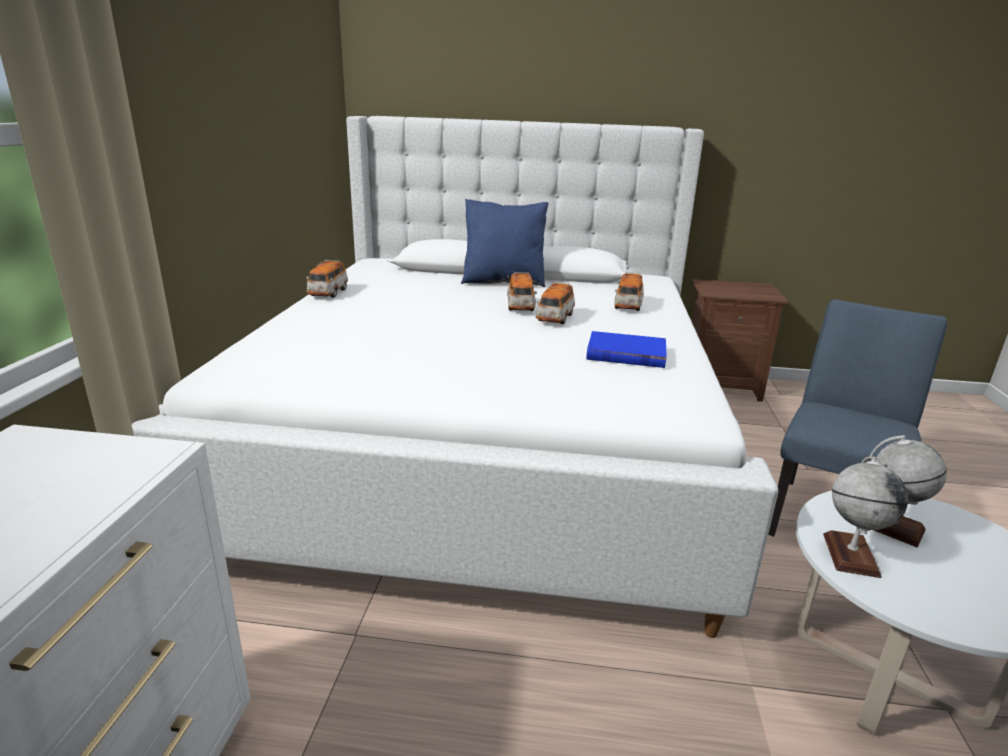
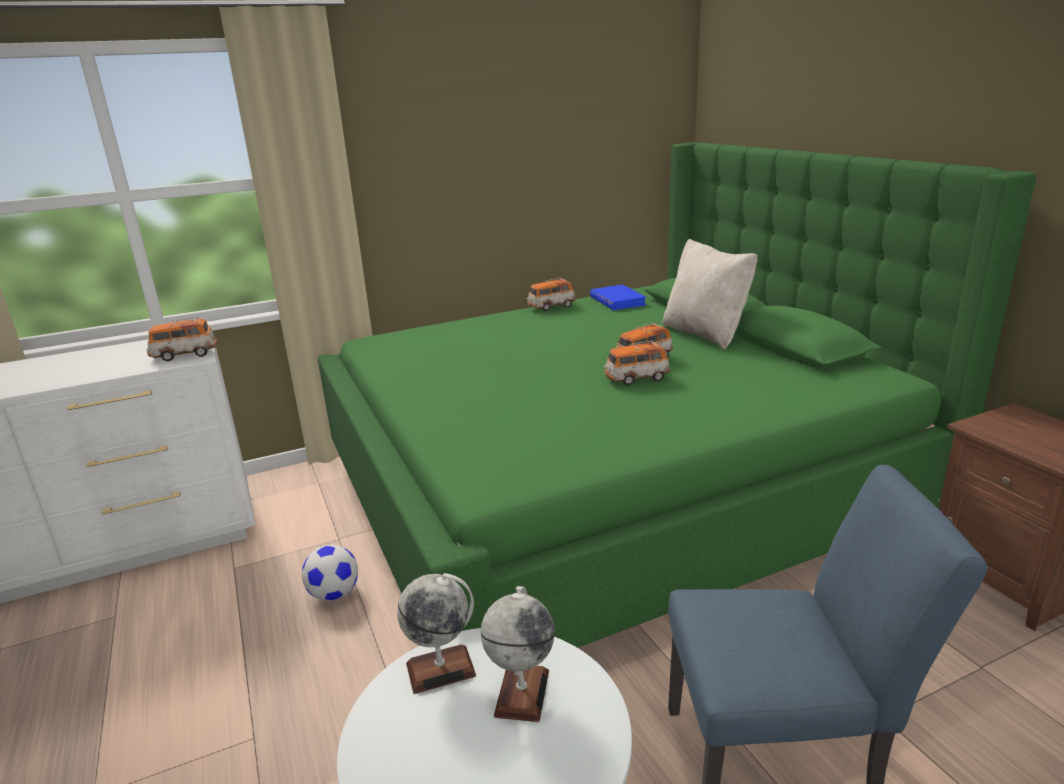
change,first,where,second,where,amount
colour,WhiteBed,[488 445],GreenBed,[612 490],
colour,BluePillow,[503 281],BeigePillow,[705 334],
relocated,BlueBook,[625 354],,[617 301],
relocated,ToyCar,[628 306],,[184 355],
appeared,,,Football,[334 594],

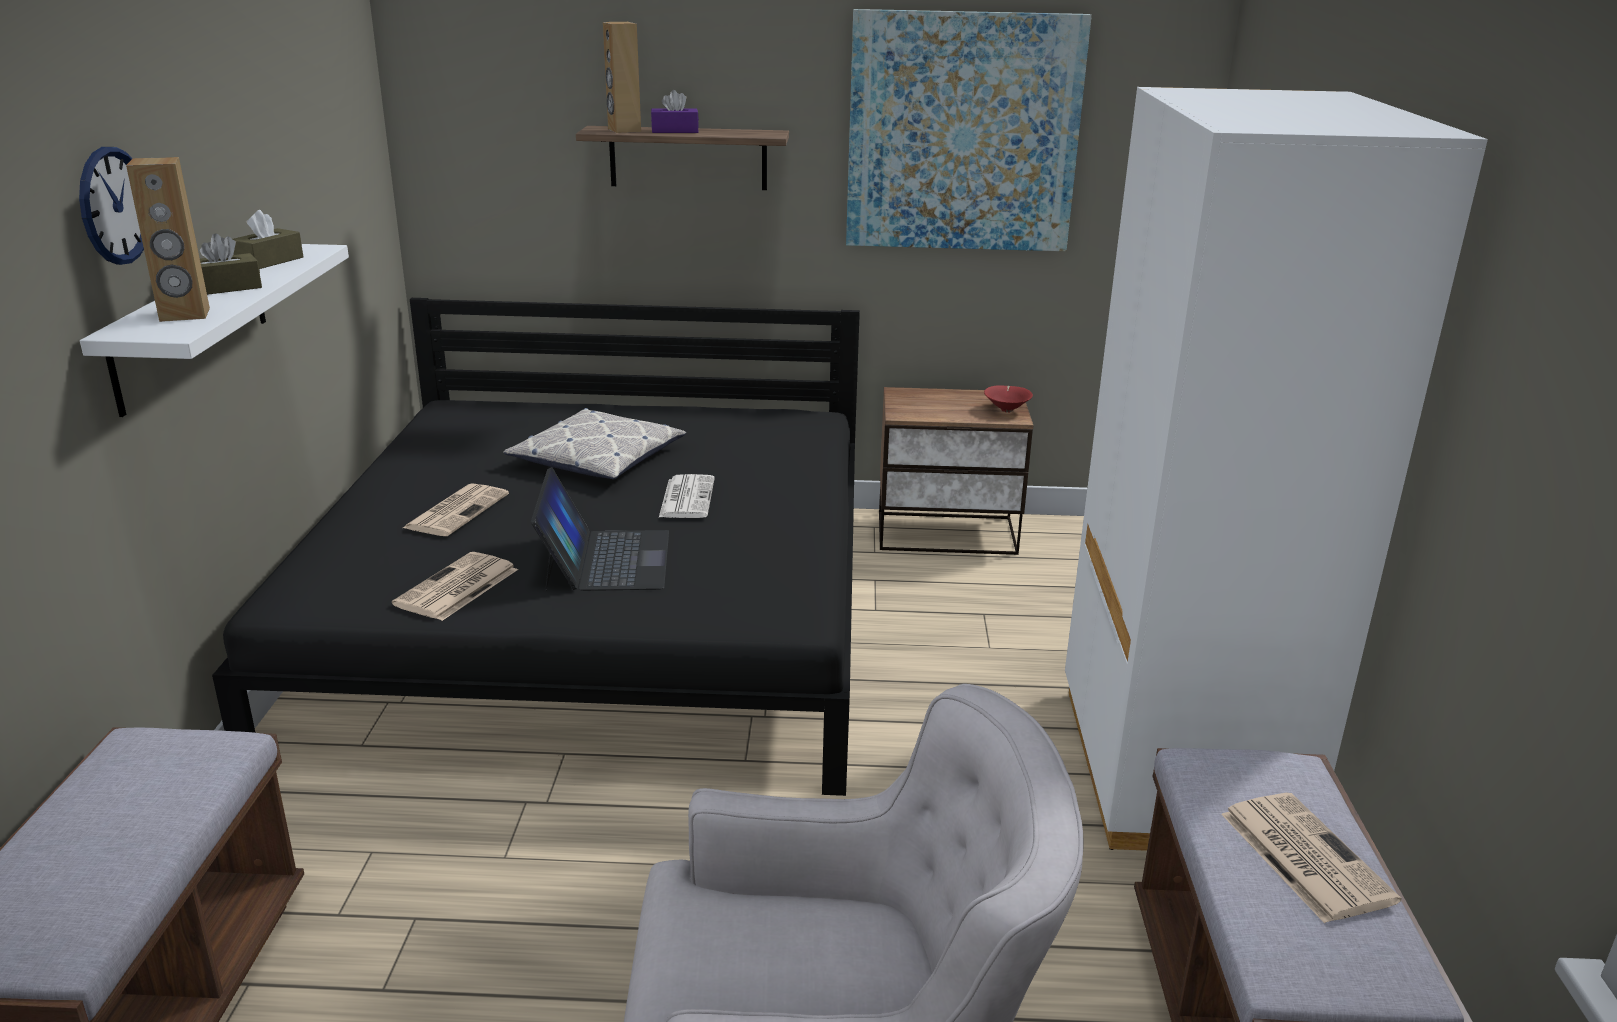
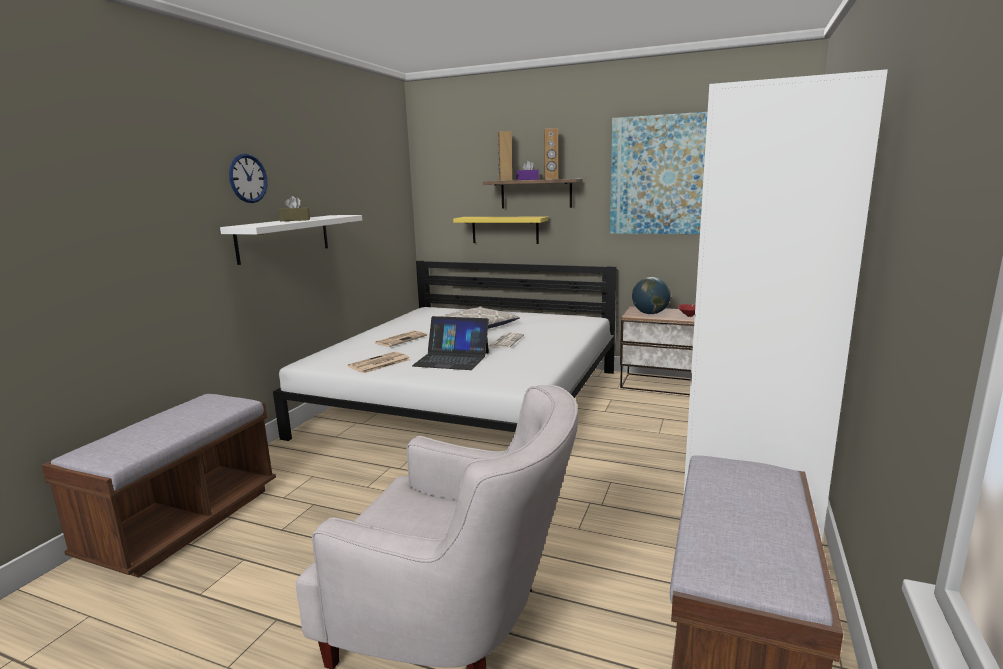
change,first,where,second,where,amount
relocated,BrownSpeaker,[184 315],,[551 179],
colour,BlackBed,[602 617],WhiteBed,[468 401],
missing,BrownTissueBox,[269 261],,,
spun,Laptop,[606 560],,[452 359],90 degrees clockwise
missing,Newspaper,[1303 855],,,
appeared,,,YellowShelf,[505 230],
appeared,,,Globe,[650 313],

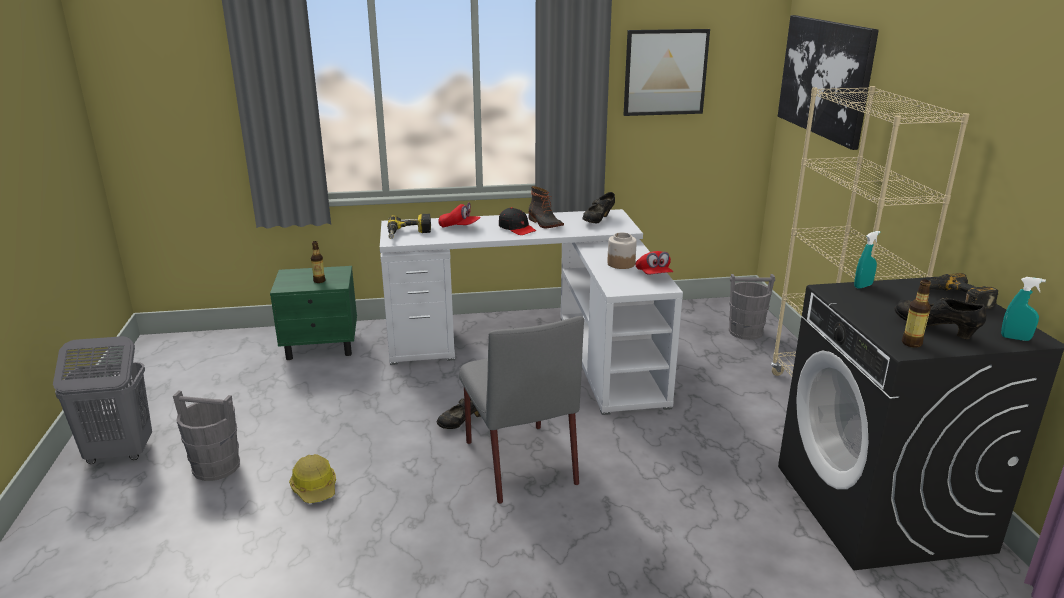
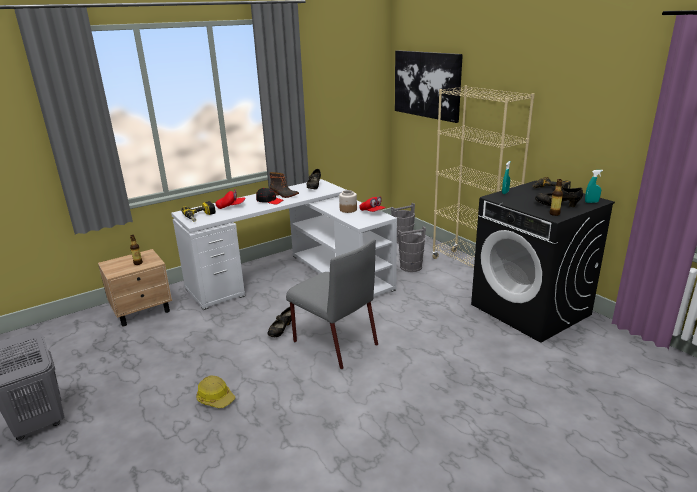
change,first,where,second,where,amount
relocated,GreyBucket,[216 466],,[410 267],
colour,GreenNightstand,[322 346],BeigeNightstand,[143 311],
missing,Picture,[665 72],,,

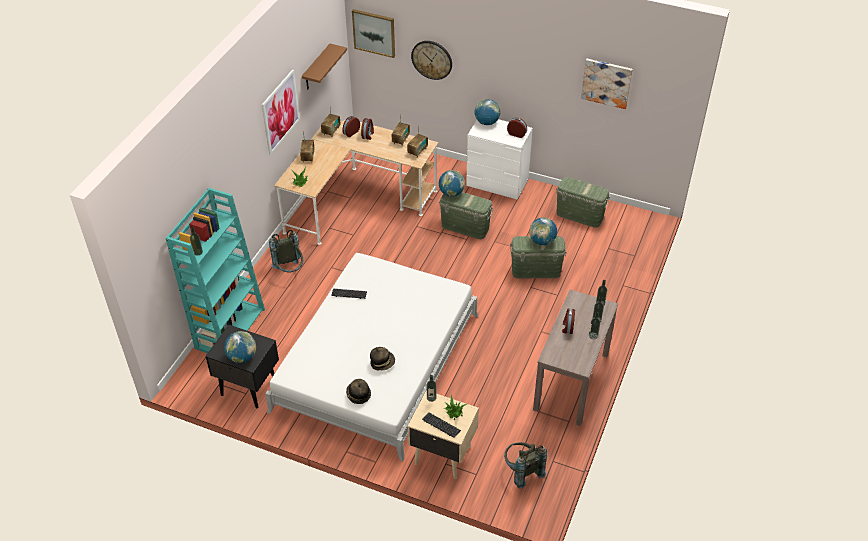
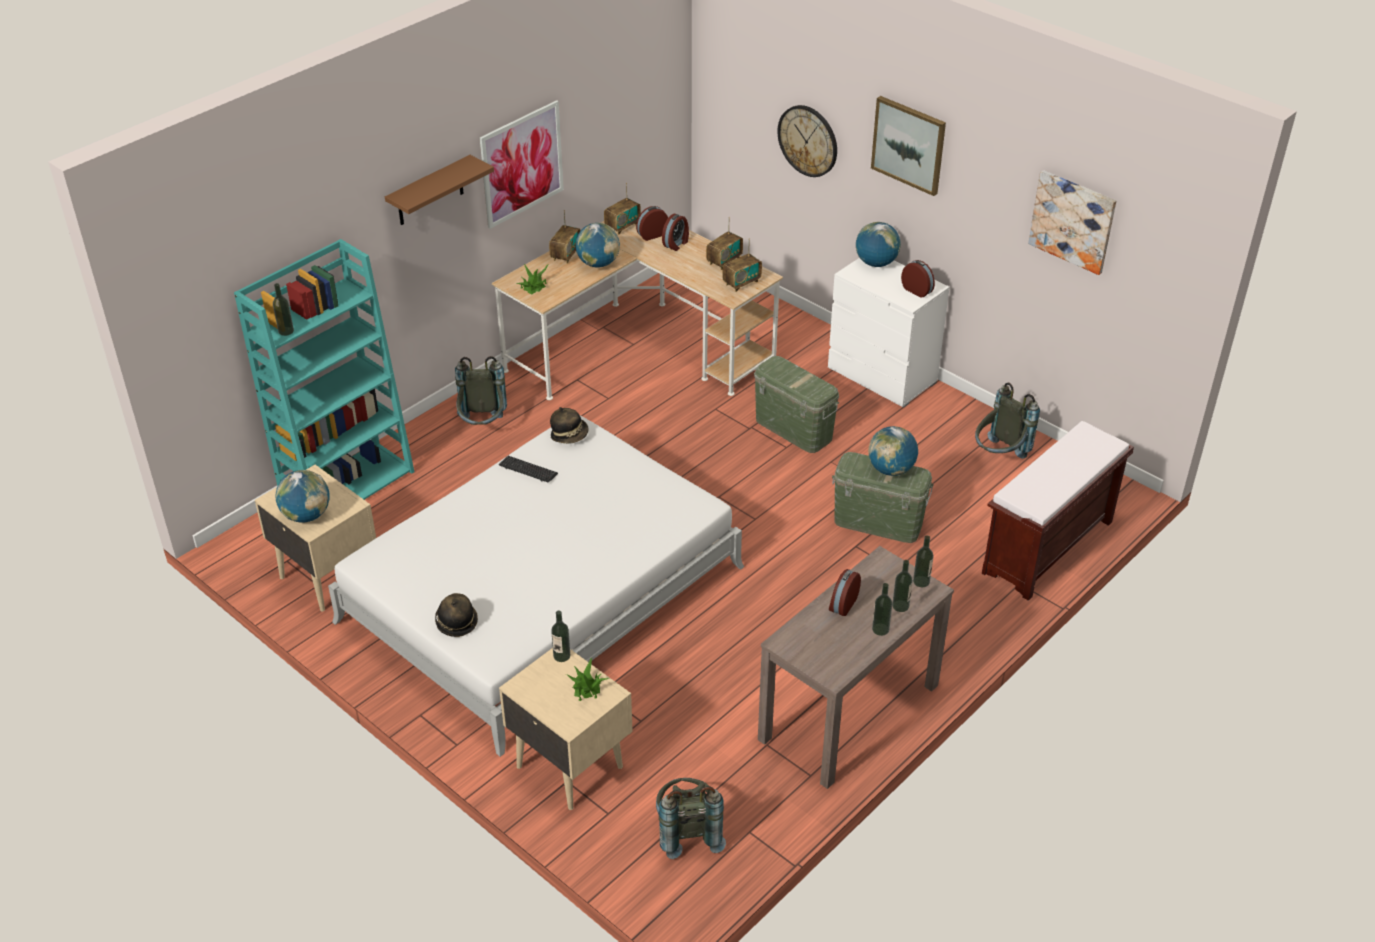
change,first,where,second,where,amount
colour,BlackNightstand,[248 386],BeigeNightstand,[326 576],
relocated,BrownShelf,[316 68],,[430 191],
relocated,Picture,[374 32],,[909 144],
relocated,Hat,[382 362],,[569 435],
missing,Keyboard,[441 425],,,
relocated,Globe,[451 193],,[598 264],
exchanged,GreenStorageBox,[580 215],GreyBackpack,[999 456],
appeared,,,BrownBench,[1047 548],

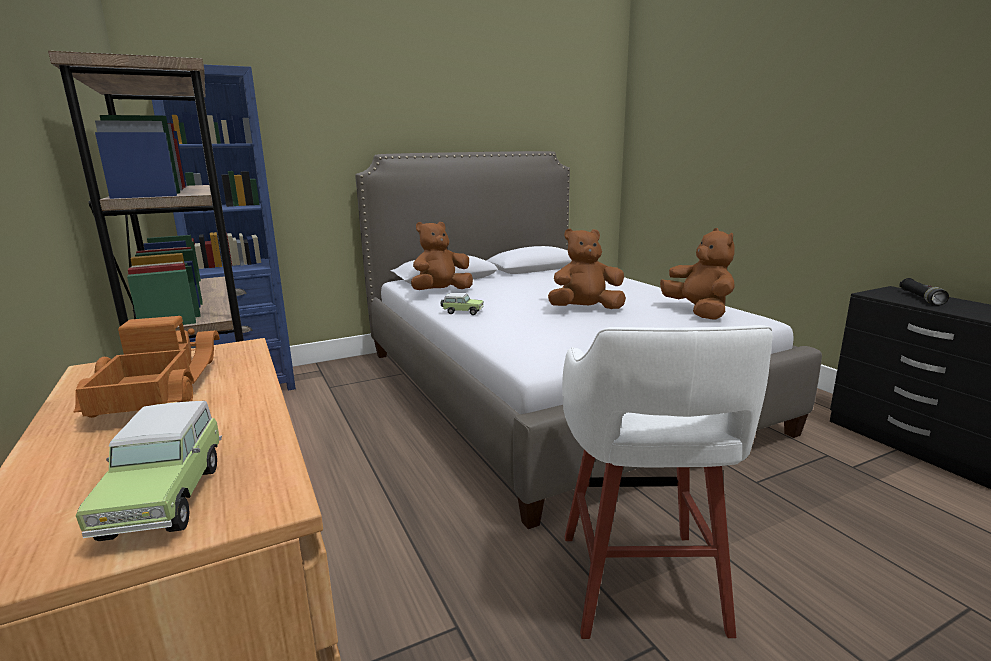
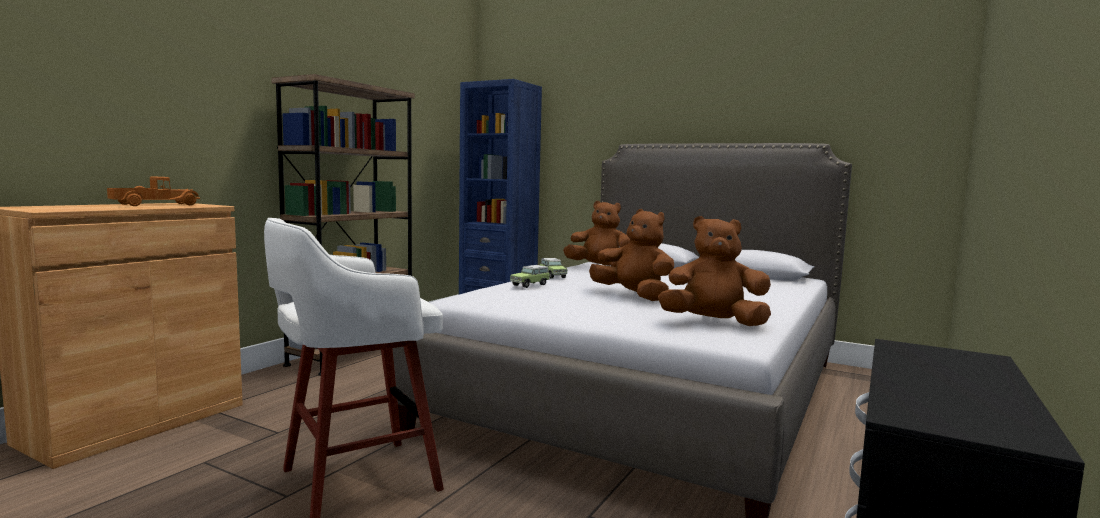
change,first,where,second,where,amount
relocated,ToyCar,[167 496],,[531 285],
spun,BrownPlushToy,[698 312],,[713 323],120 degrees counterclockwise
missing,BlackFlashlight,[921 298],,,

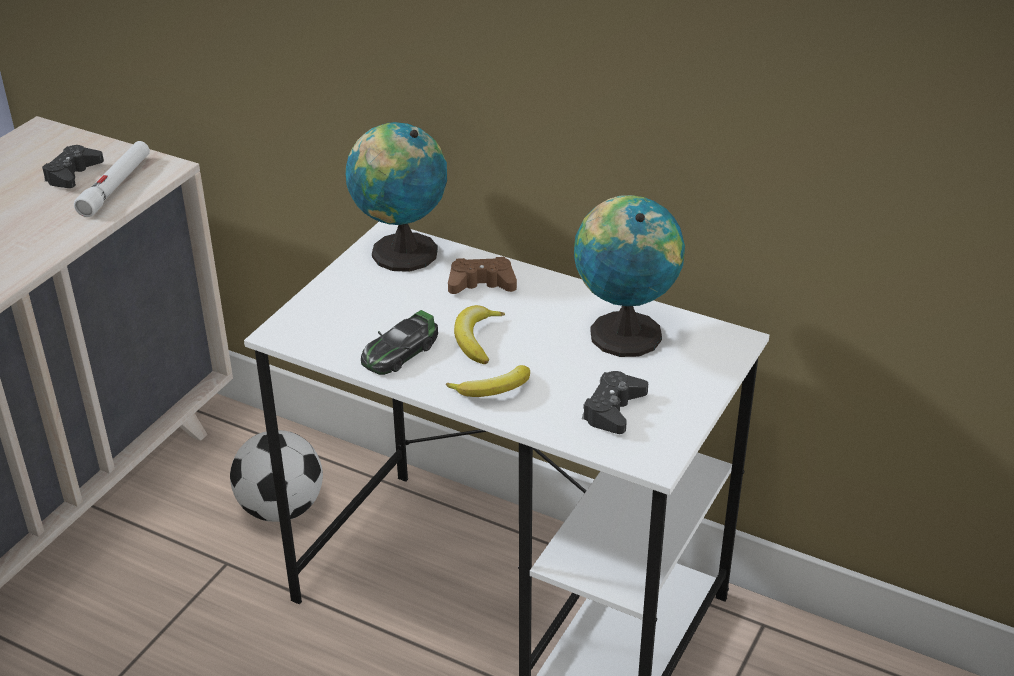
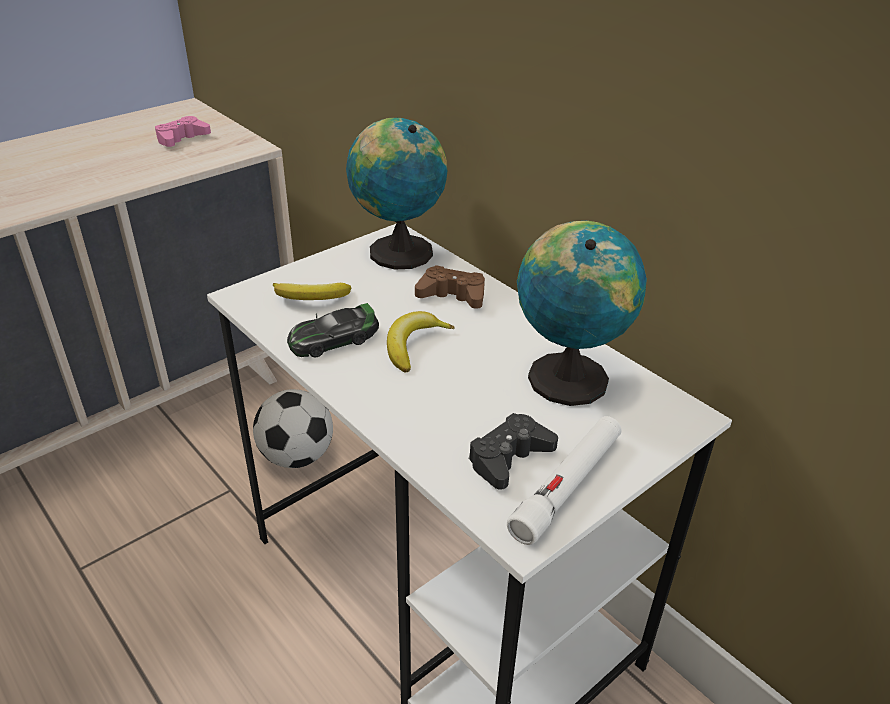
change,first,where,second,where,amount
colour,BlackGameController,[73 174],PinkGameController,[182 138],
relocated,WhiteFlashlight,[116 186],,[568 485],
relocated,Banana,[493 390],,[311 298],

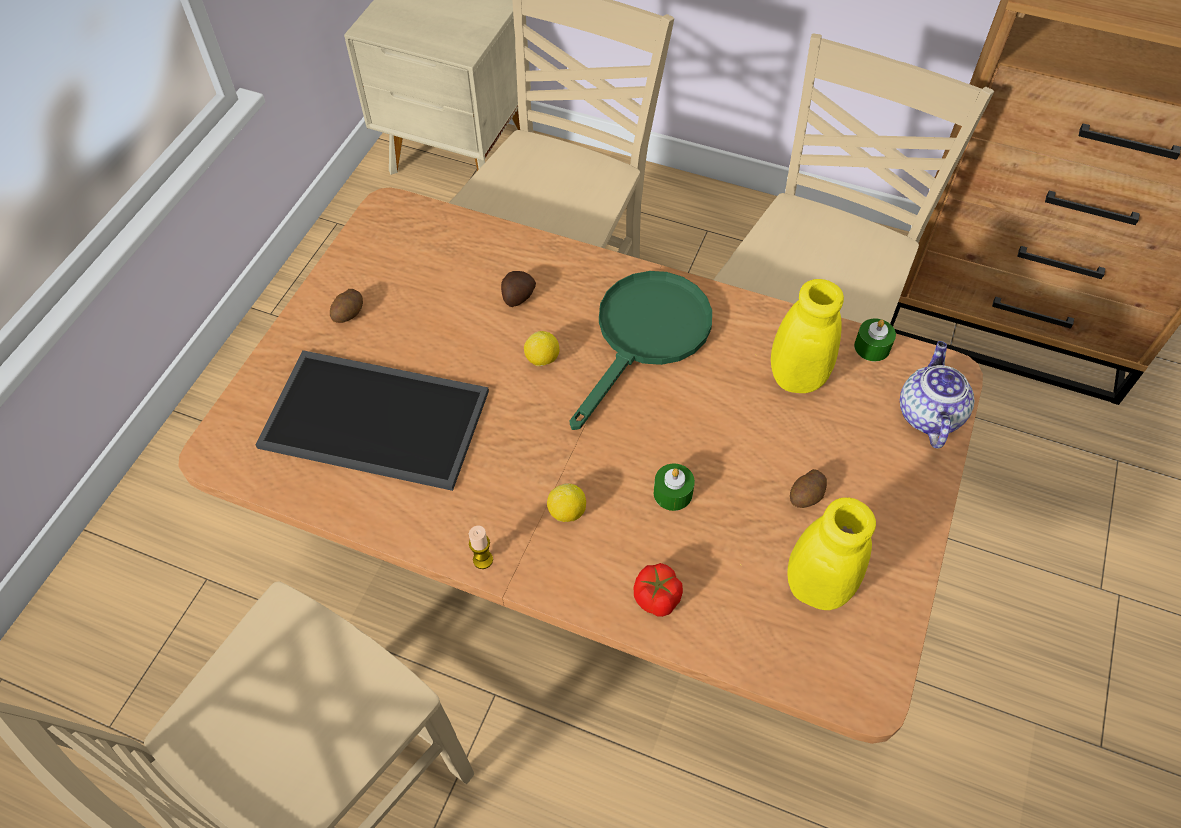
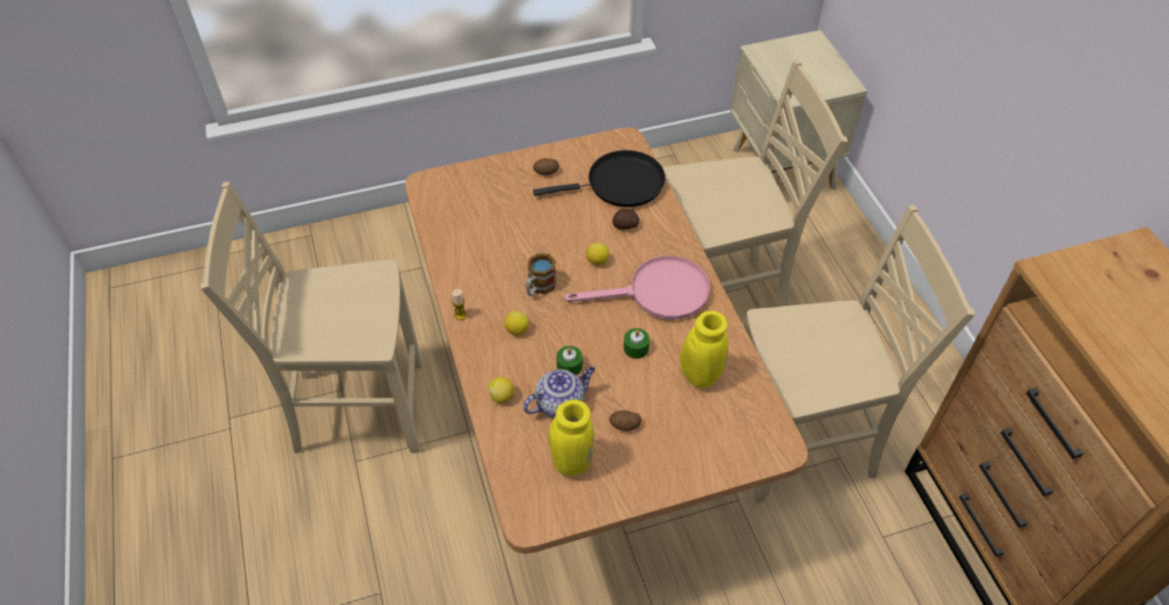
change,first,where,second,where,amount
missing,Tray,[378 417],,,
colour,GreenFryingPan,[646 336],PinkFryingPan,[657 293],
exchanged,Tomato,[657 598],Lemon,[502 397],
relocated,GreenCandle,[872 347],,[636 348],
relocated,Teapot,[928 413],,[560 403],
appeared,,,Mug,[539 287],
appeared,,,BlackFryingPan,[620 184],

